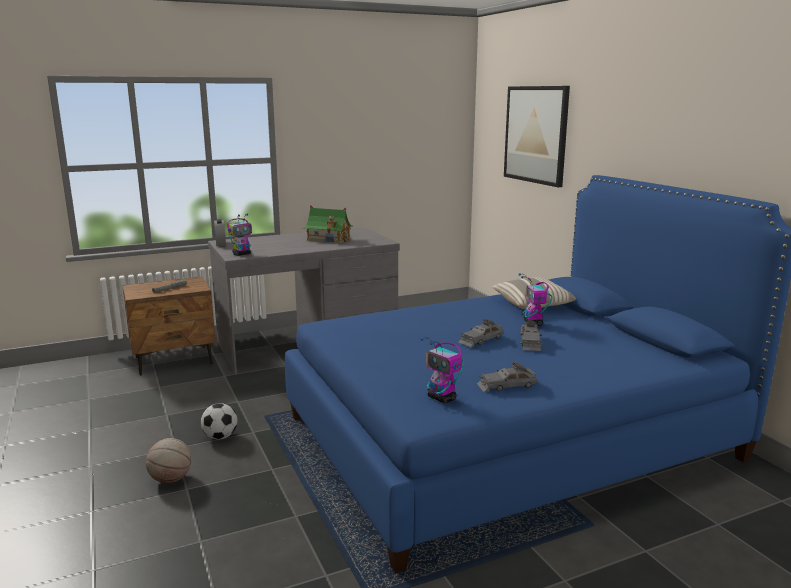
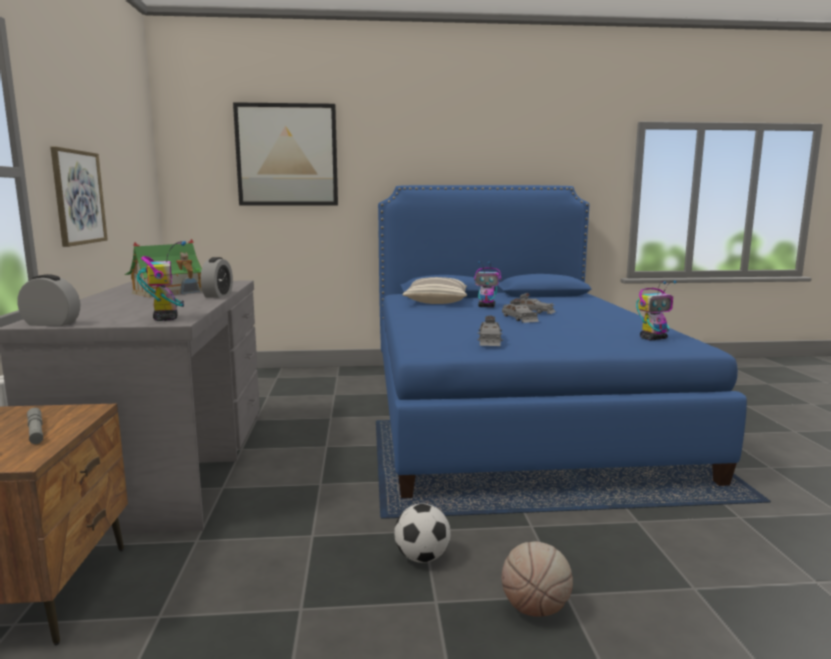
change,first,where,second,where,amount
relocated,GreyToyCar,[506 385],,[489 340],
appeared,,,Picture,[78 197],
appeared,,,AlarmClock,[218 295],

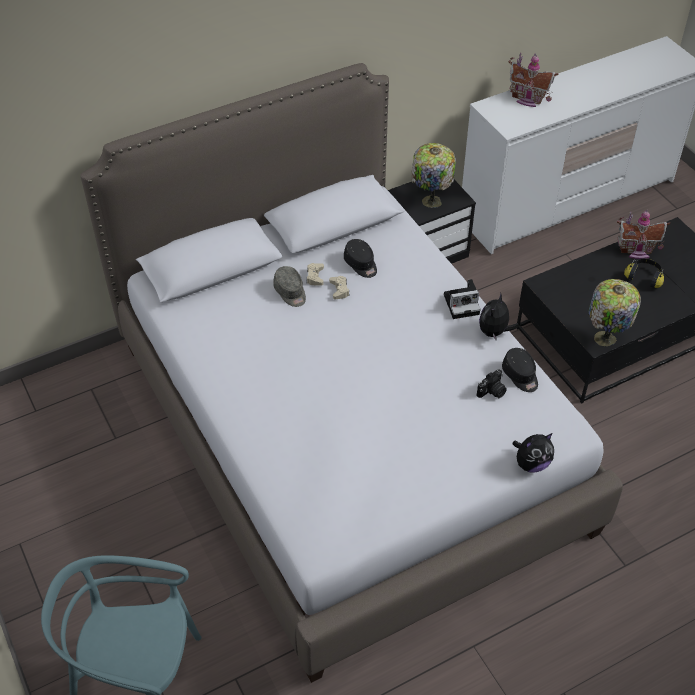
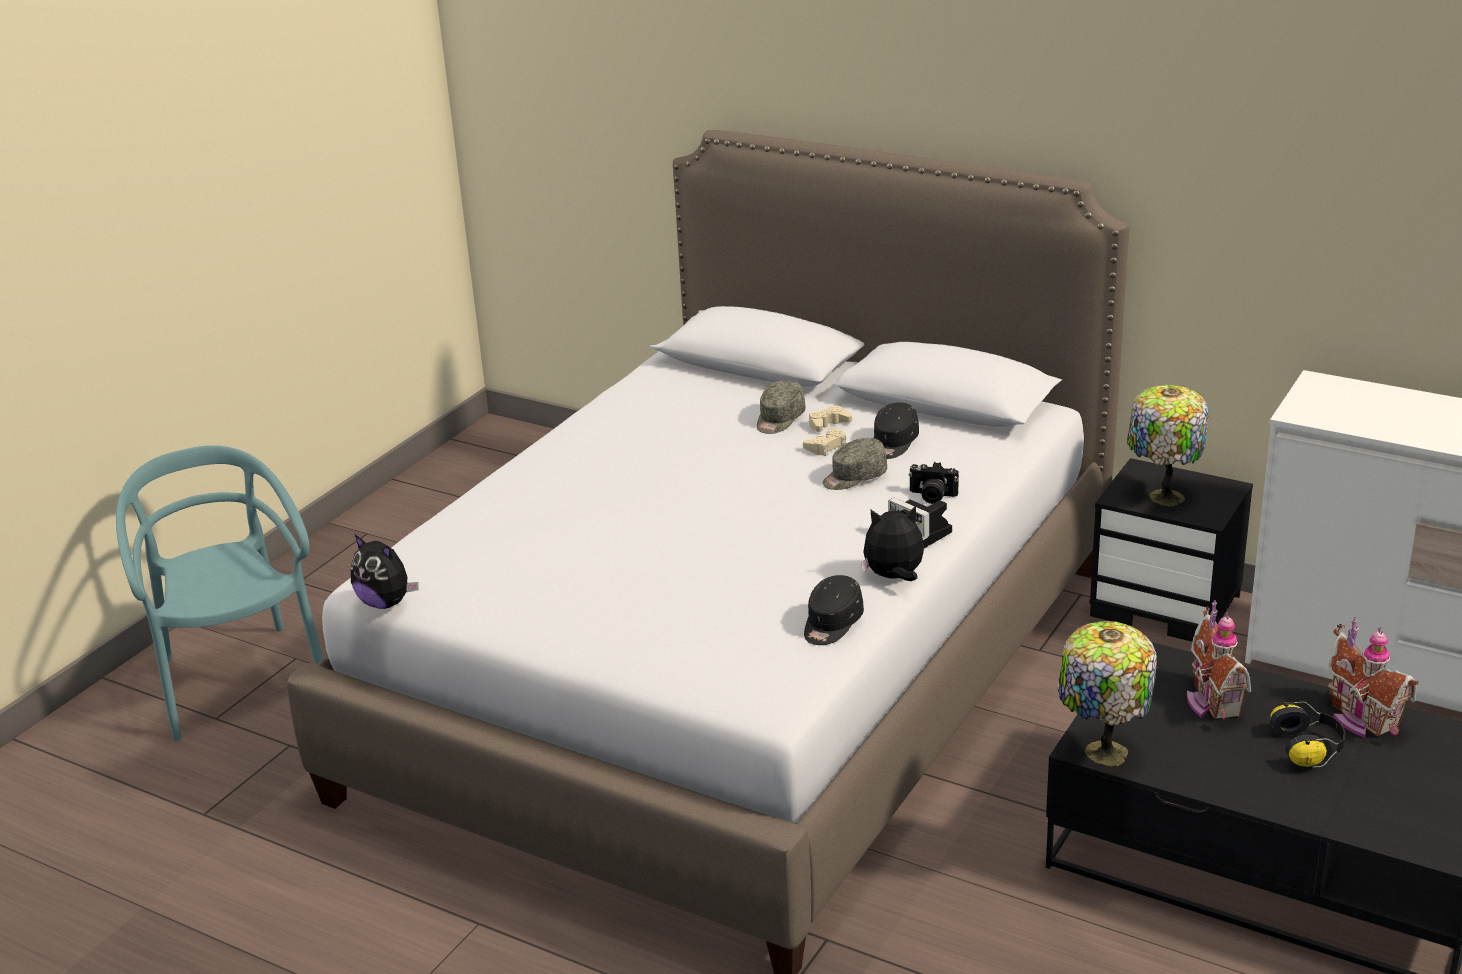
change,first,where,second,where,amount
relocated,PhotoCamera,[492 392],,[932 496],
relocated,ToyHouse,[527 99],,[1211 702],
relocated,PlushToy,[531 464],,[386 603],
appeared,,,GreyCap,[854 477],

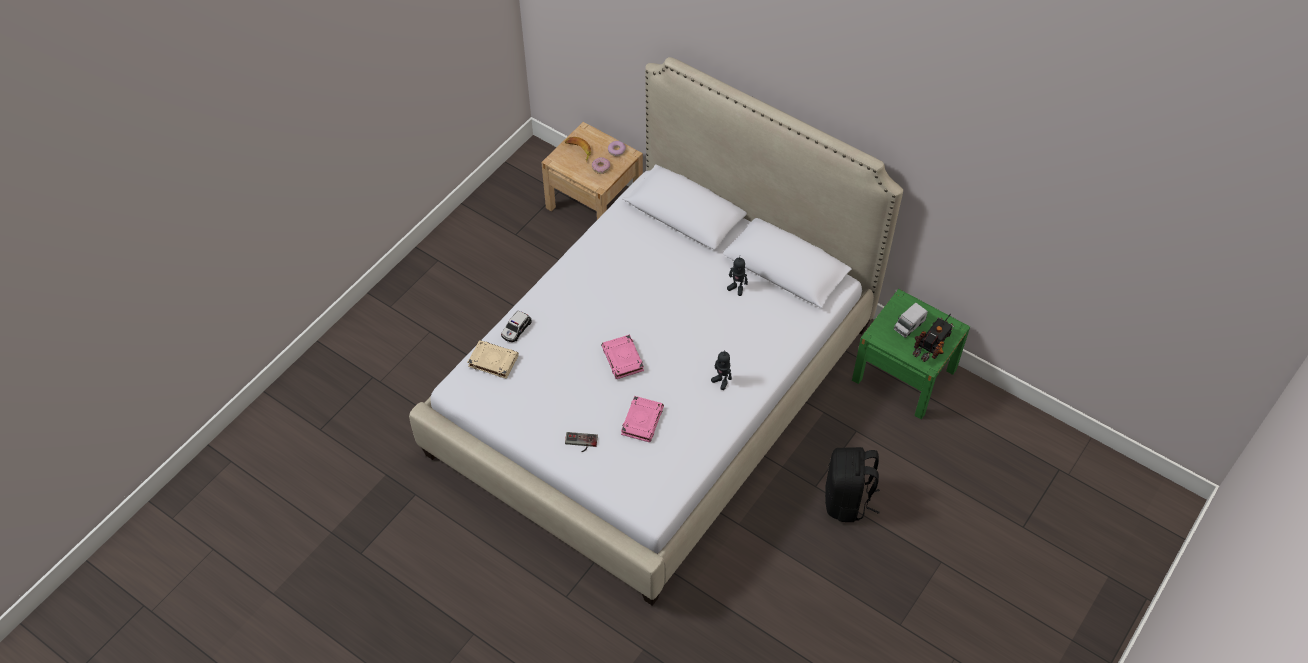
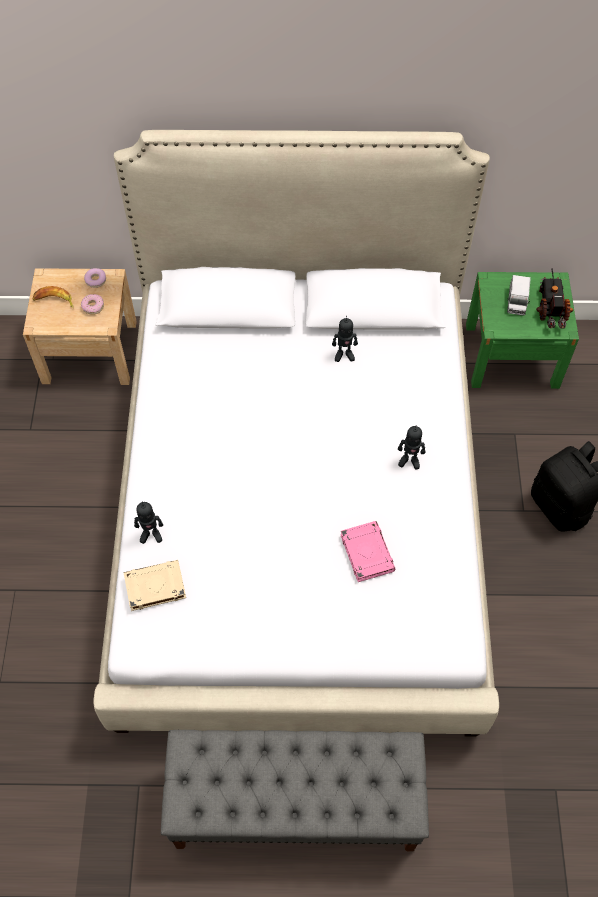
change,first,where,second,where,amount
exchanged,ToyCar,[516 329],ToyRobot,[151 534],
missing,GameController,[580 443],,,
missing,PinkBook,[623 359],,,
appeared,,,GreyBench,[296 804],

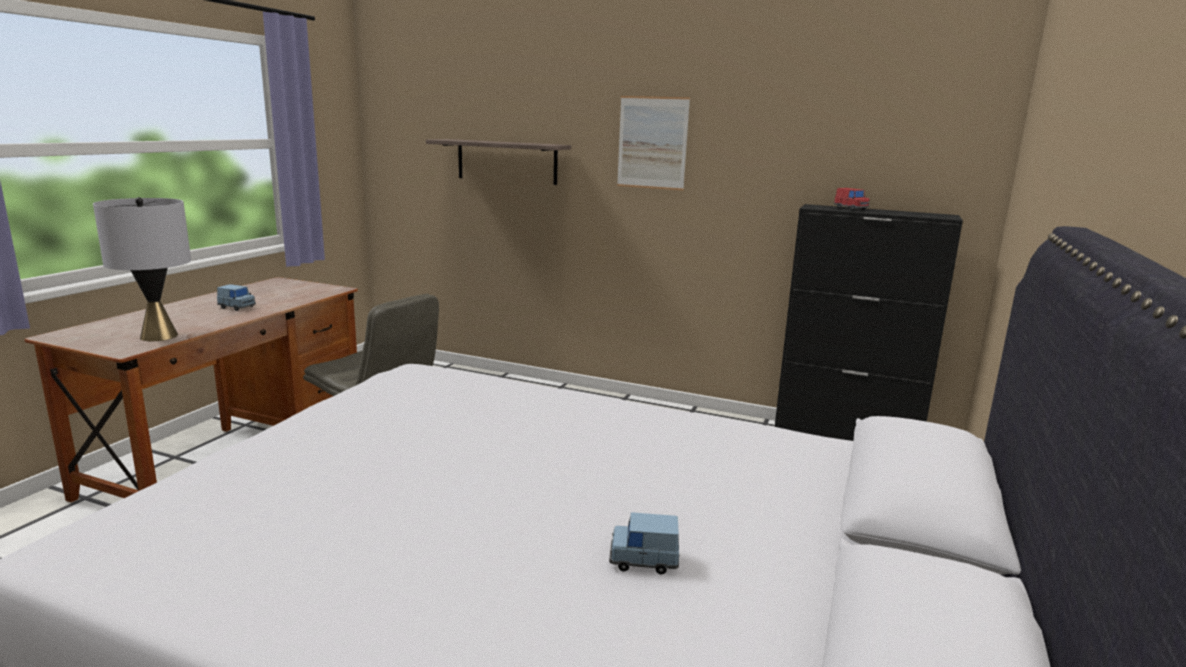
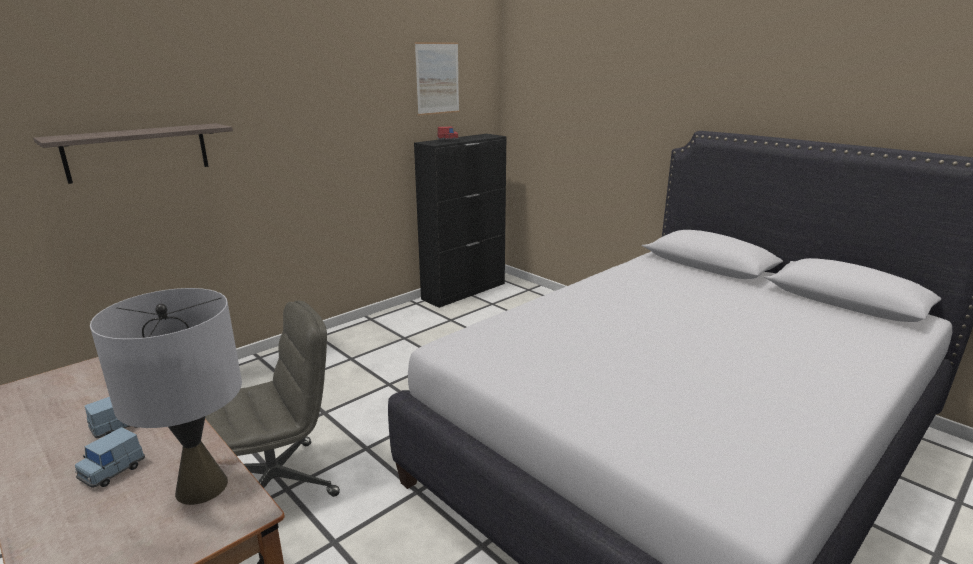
change,first,where,second,where,amount
relocated,BlueToyCar,[643 560],,[113 471],
relocated,Picture,[652 143],,[437 78],

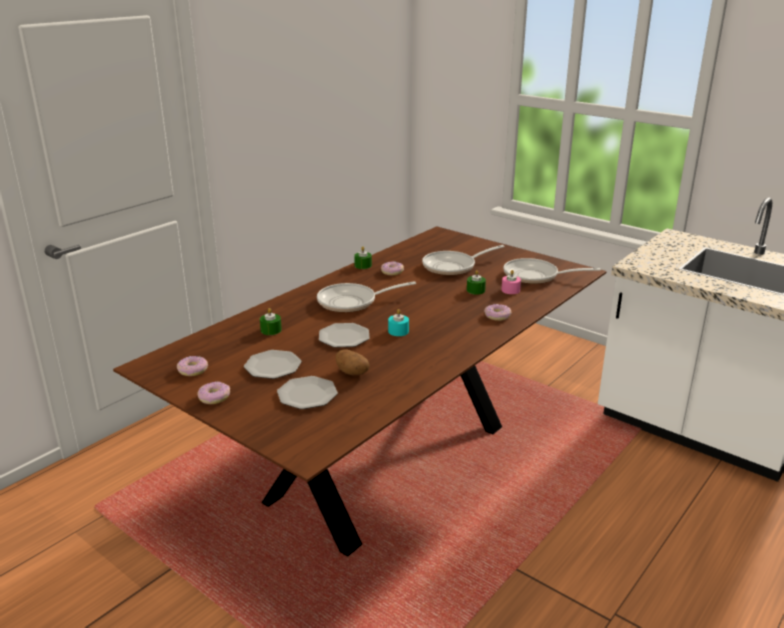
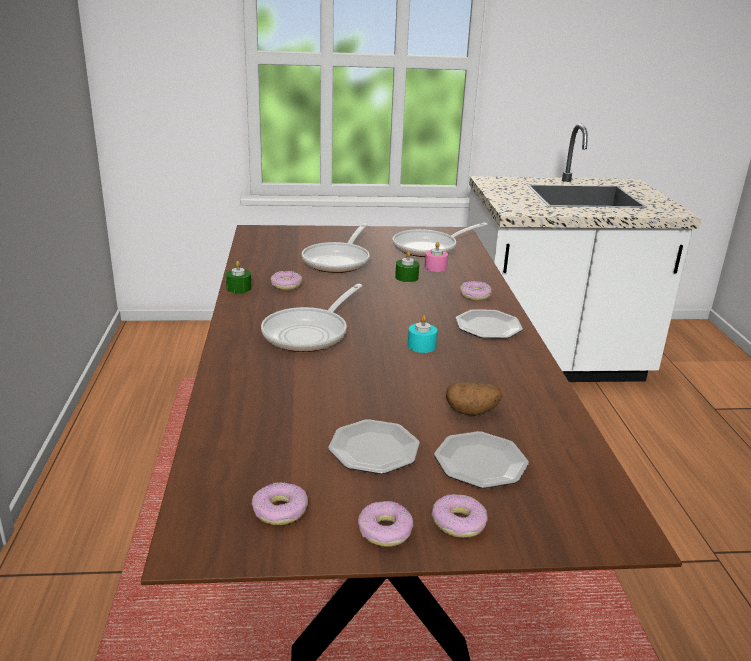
change,first,where,second,where,amount
missing,GreenCandle,[271 330],,,
relocated,Plate,[343 337],,[488 327],
appeared,,,Donut,[458 522],

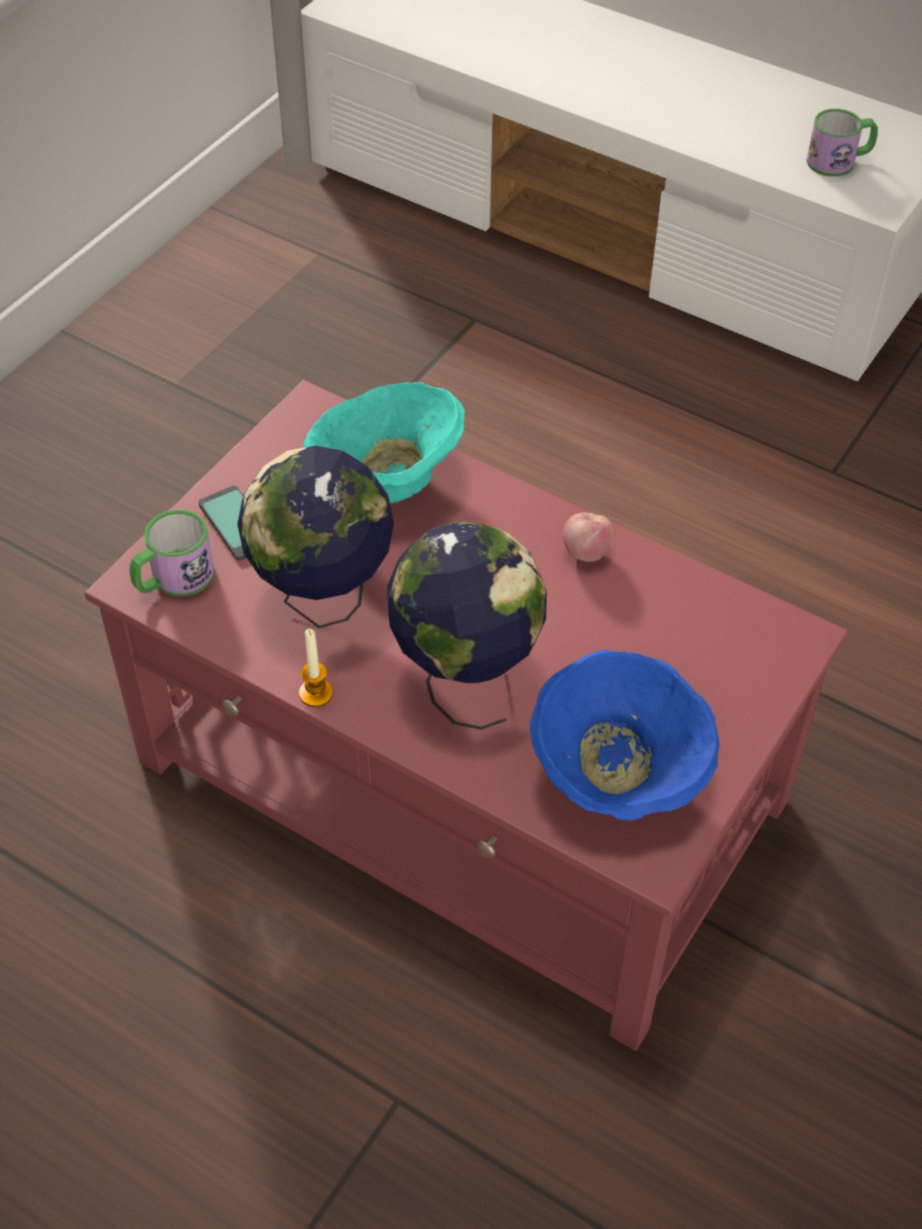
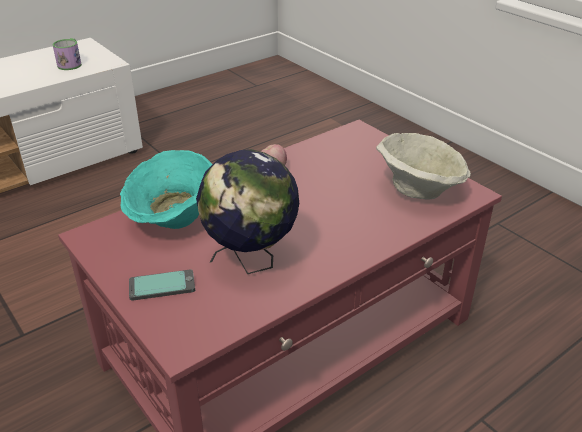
change,first,where,second,where,amount
missing,Mug,[173 579],,,
missing,Candle,[316 693],,,
missing,Globe,[465 677],,,
colour,BlueBowl,[619 775],BeigeBowl,[419 191],

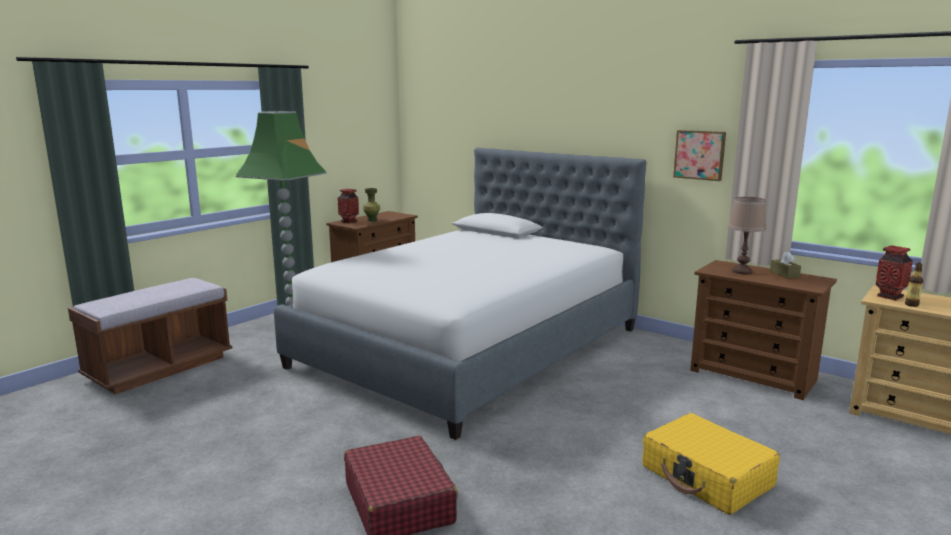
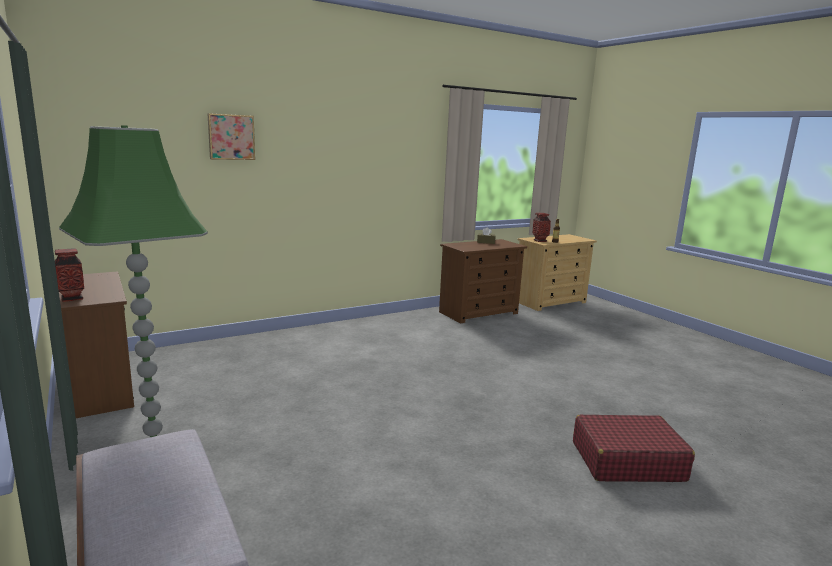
change,first,where,second,where,amount
missing,Bed,[470 347],,,
missing,GreenVase,[372 220],,,
missing,YellowSuitcase,[707 477],,,
relocated,Picture,[700 155],,[231 137],
missing,BrownTableLamp,[742 271],,,

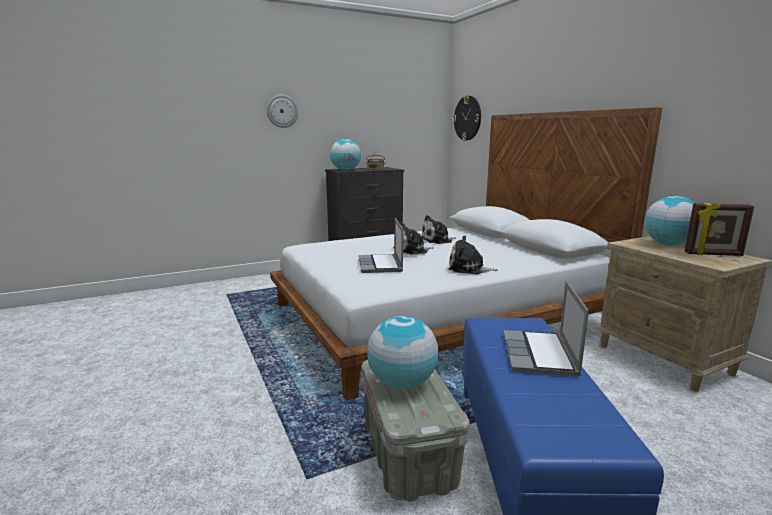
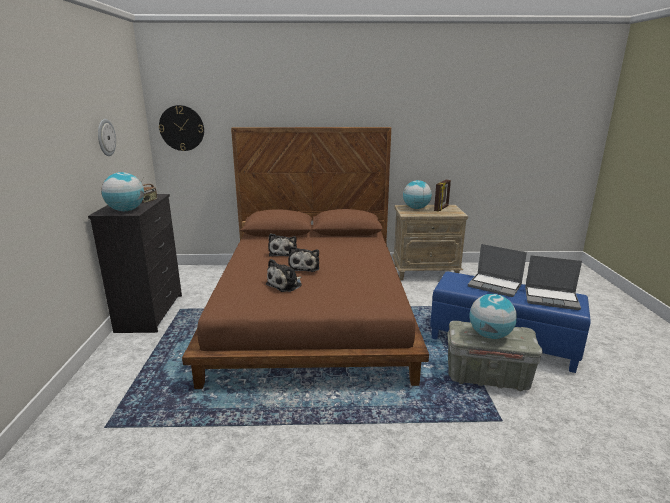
change,first,where,second,where,amount
relocated,WallClock,[282 111],,[105 137],
colour,WhiteBed,[439 315],BrownBed,[312 312],
relocated,Laptop,[380 265],,[551 299],
relocated,PlushToy,[469 269],,[285 285],

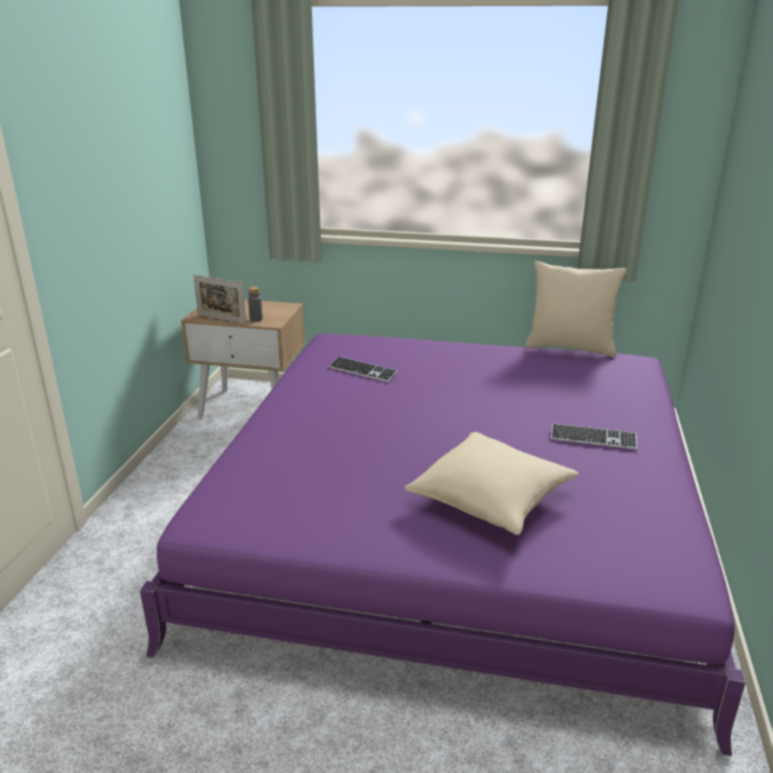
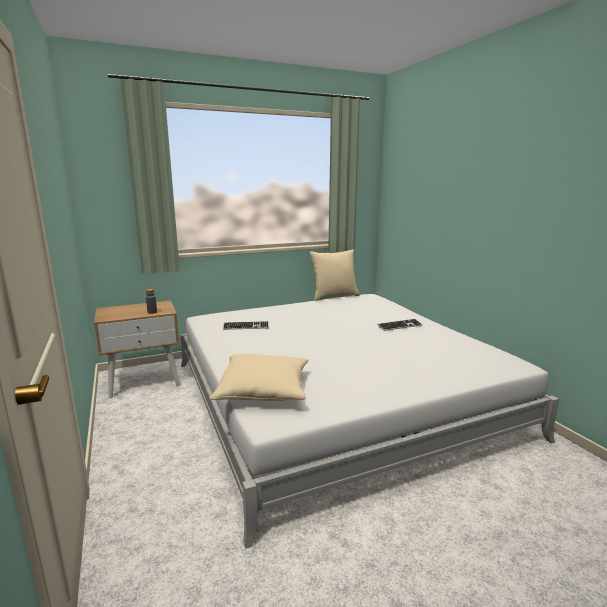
change,first,where,second,where,amount
colour,PurpleBed,[454 520],WhiteBed,[335 397],
missing,PictureFrame,[221 319],,,
relocated,BeigePillow,[491 498],,[264 390],

